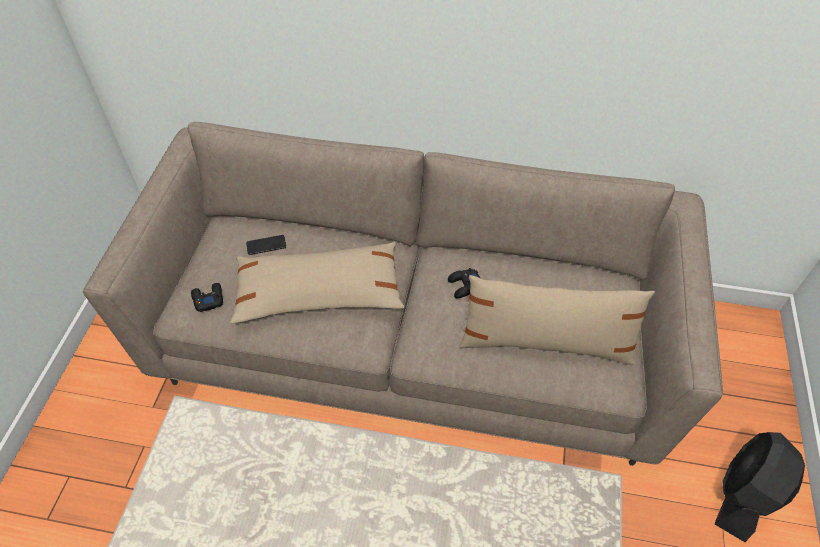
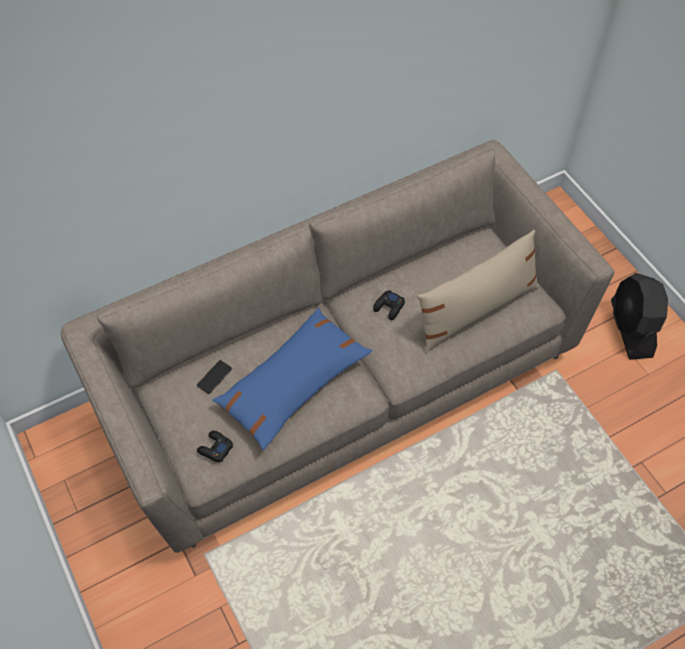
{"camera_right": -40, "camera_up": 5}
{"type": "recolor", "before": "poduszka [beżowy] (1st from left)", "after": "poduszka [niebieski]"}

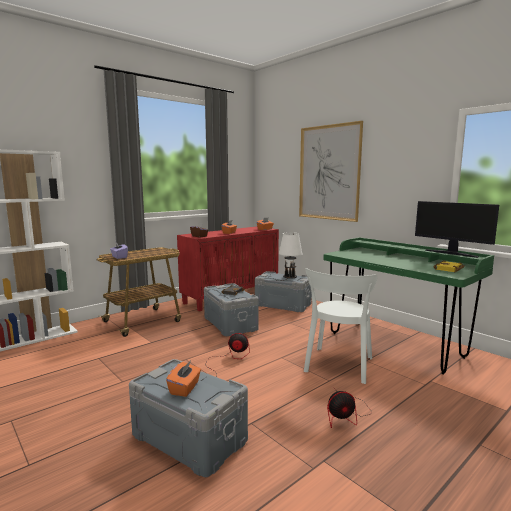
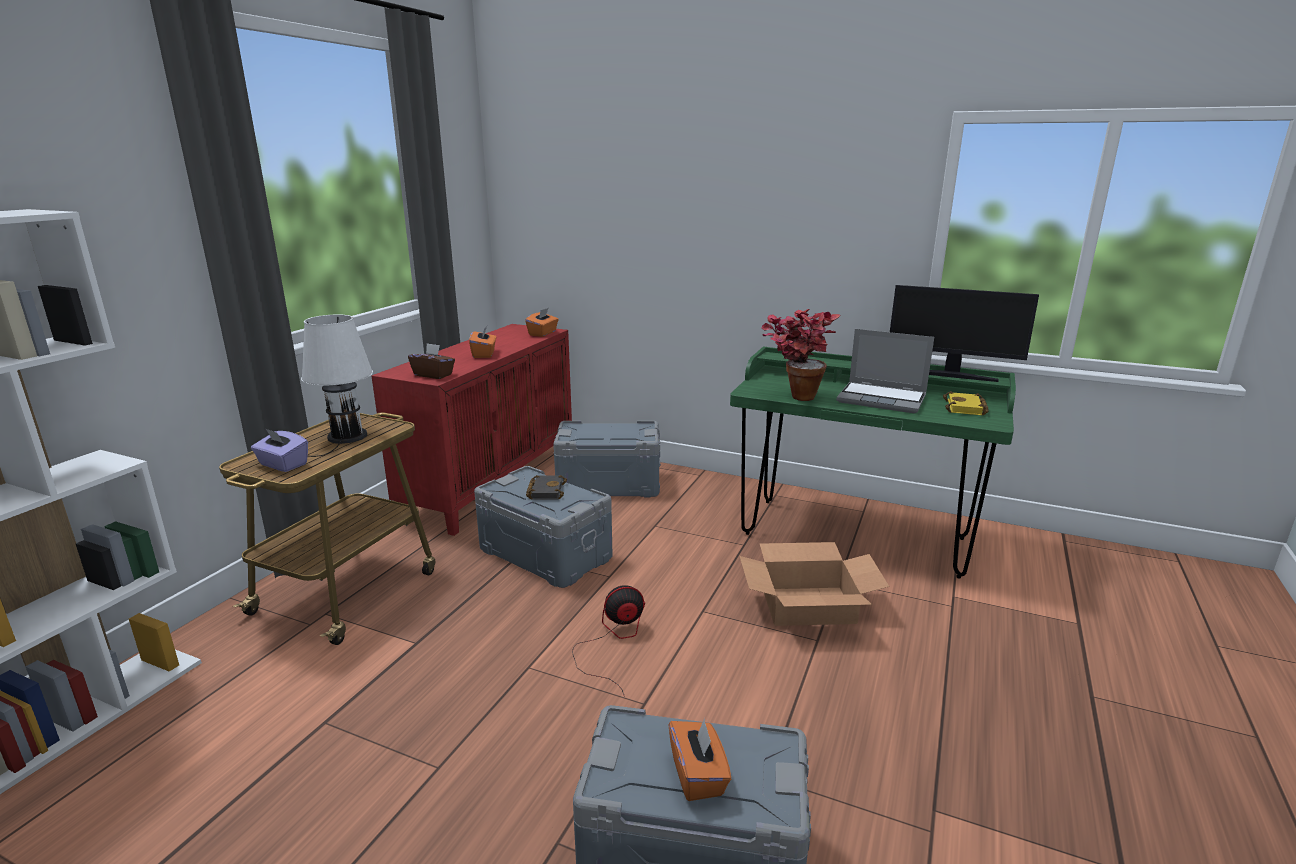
{"camera_right": -25, "camera_up": 10}
{"type": "delete", "before": "obraz"}
{"type": "delete", "before": "wentylator (2nd from left)"}
{"type": "insert", "after": "roślina doniczkowa"}
{"type": "insert", "after": "laptop"}
{"type": "move", "before": "lampa stołowa [biały]"}
{"type": "replace", "before": "krzesło [biały]", "after": "karton"}

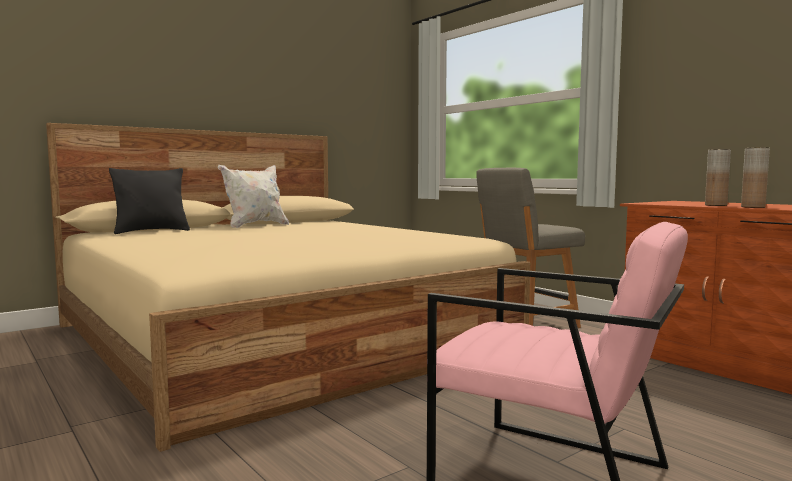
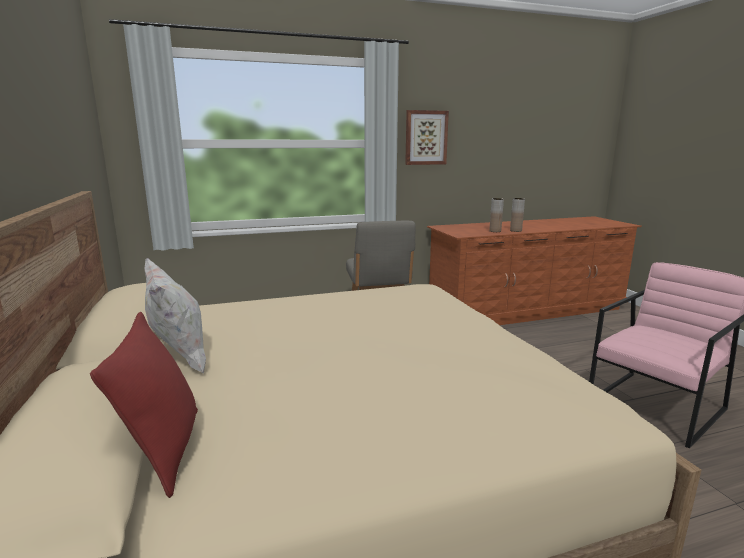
{"camera_right": -70, "camera_up": 10}
{"type": "insert", "after": "obraz"}
{"type": "recolor", "before": "poduszka [czarny]", "after": "poduszka [czerwony]"}

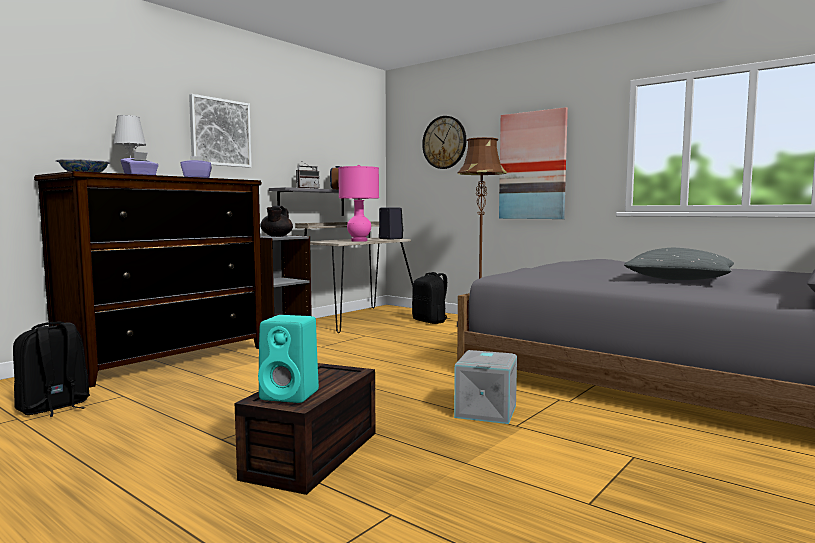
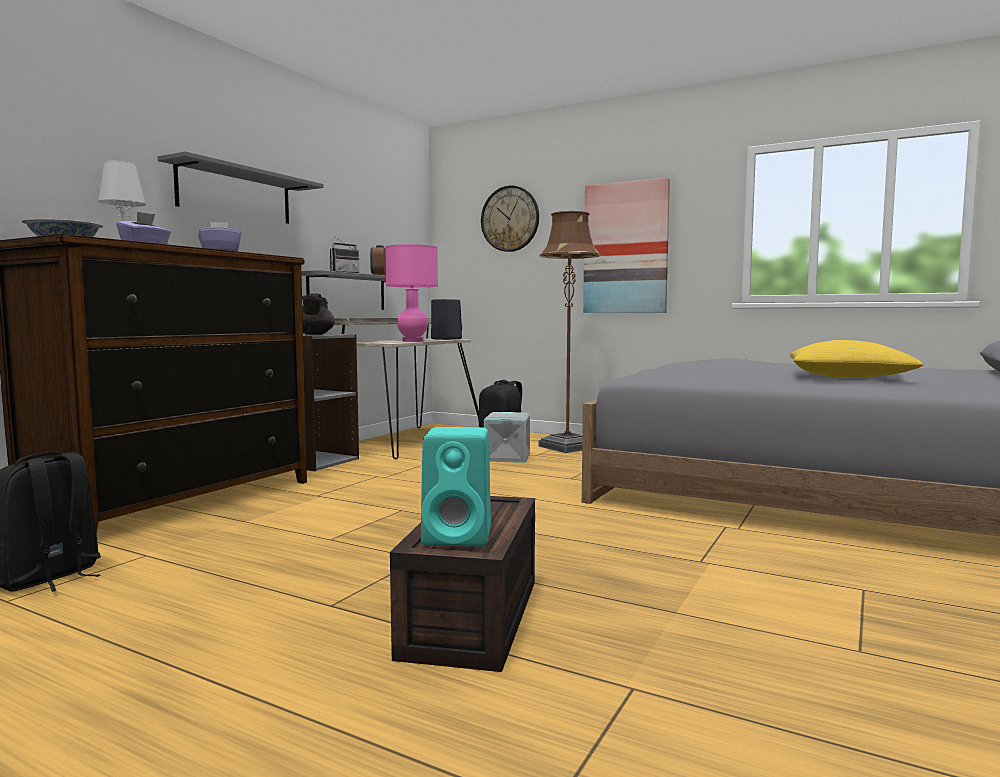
{"camera_right": -10, "camera_up": 0}
{"type": "move", "before": "pojemnik do przechowywania [szary]"}
{"type": "replace", "before": "obraz (1st from left)", "after": "półka [szary] (1st from left)"}
{"type": "recolor", "before": "poduszka [szary]", "after": "poduszka [żółty]"}

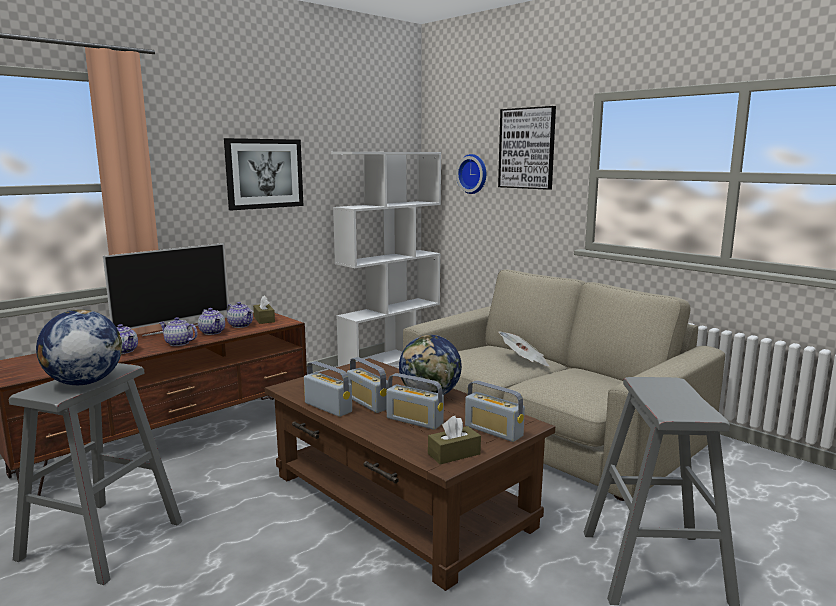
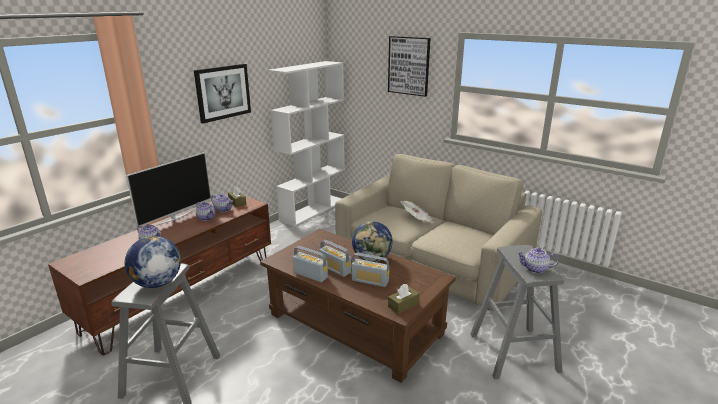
{"camera_right": -10, "camera_up": 10}
{"type": "delete", "before": "zegar ścienny"}
{"type": "delete", "before": "radio (4th from left)"}
{"type": "move", "before": "imbryk (2nd from left in the first image)", "after": "imbryk (4th from left)"}

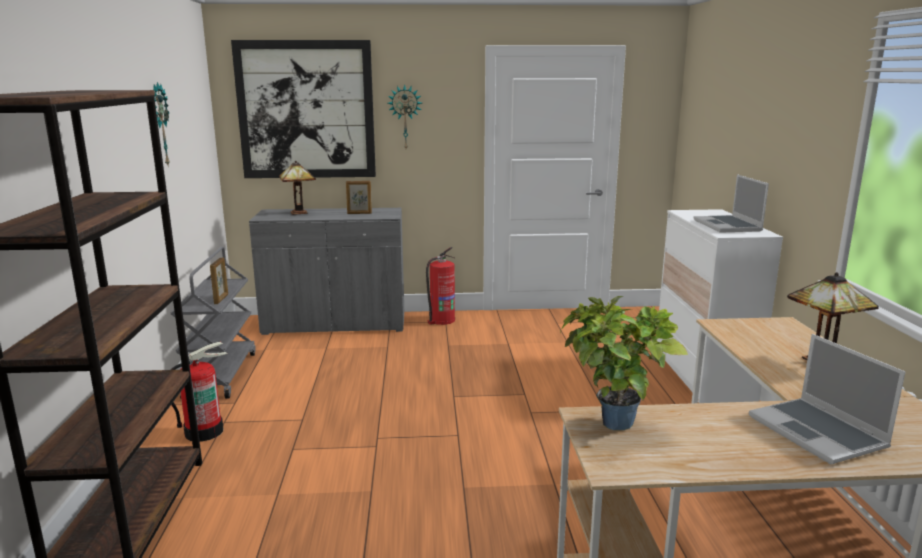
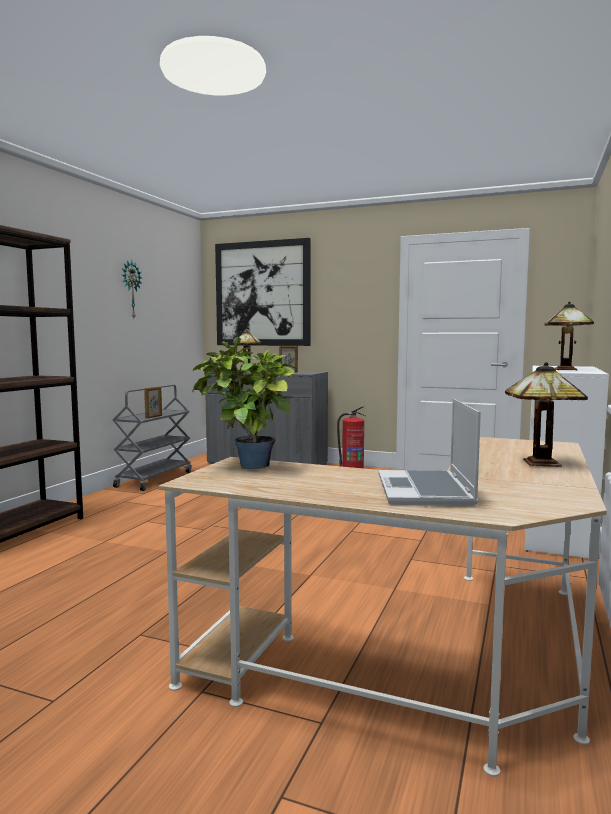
{"camera_right": 25, "camera_up": -10}
{"type": "delete", "before": "gaśnica (1st from left)"}
{"type": "delete", "before": "zegar ścienny (2nd from left)"}
{"type": "replace", "before": "laptop (1st from left)", "after": "lampa stołowa (3rd from left)"}

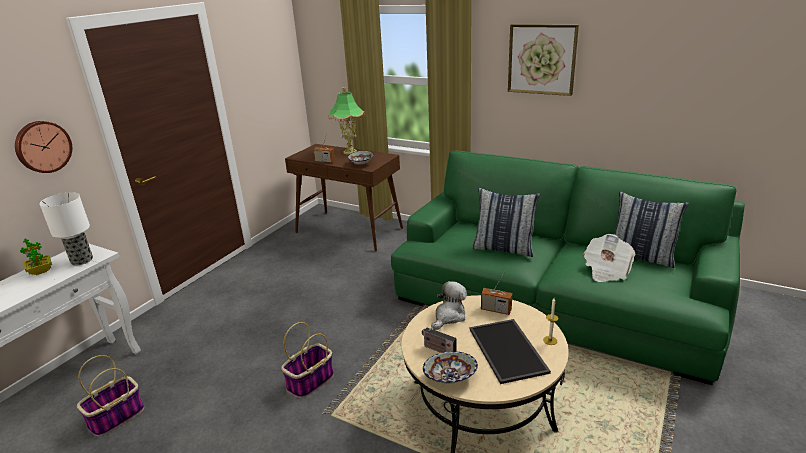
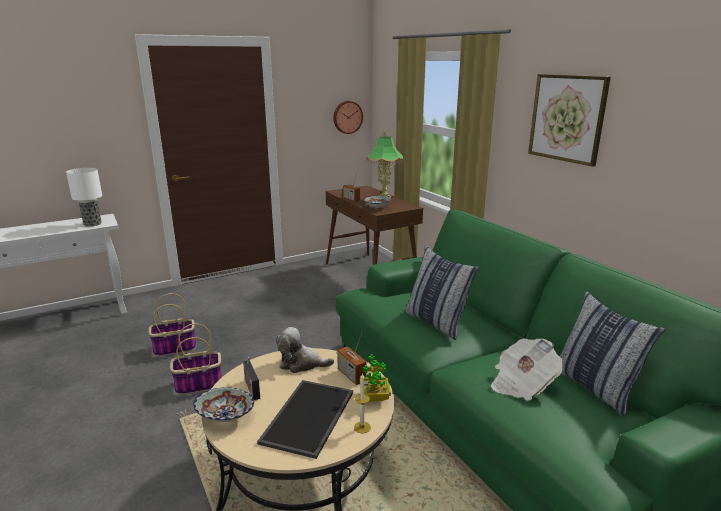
{"camera_right": 30, "camera_up": -5}
{"type": "move", "before": "zegar ścienny"}
{"type": "move", "before": "roślina doniczkowa"}
{"type": "move", "before": "koszyk (1st from left)"}
{"type": "rotate", "before": "pluszak", "turn": -150}

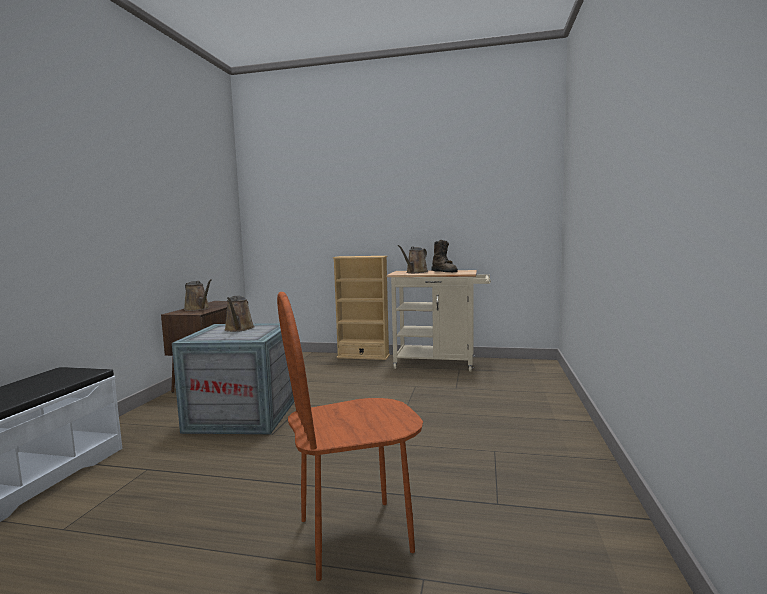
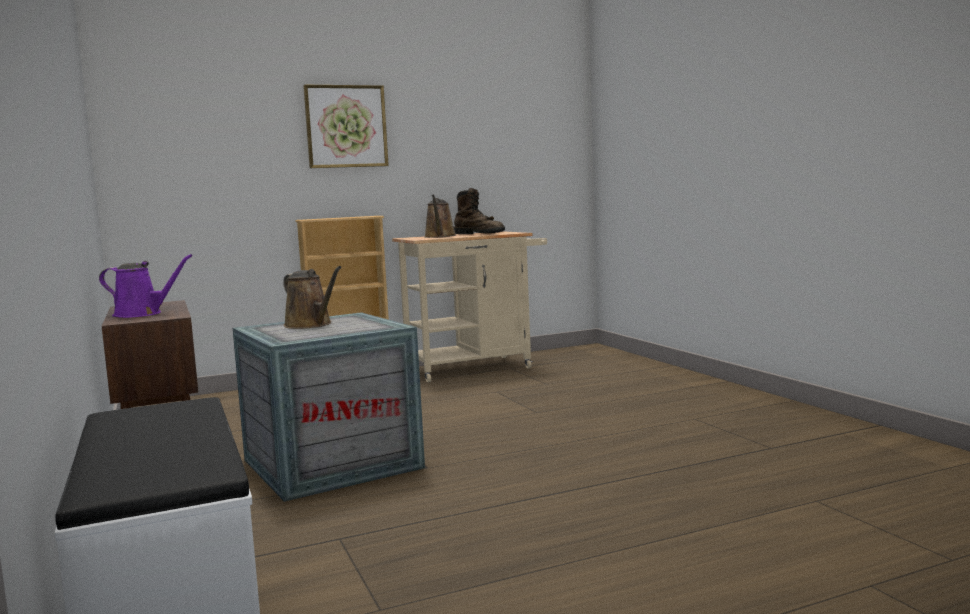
{"camera_right": -35, "camera_up": 0}
{"type": "delete", "before": "krzesło [brązowy]"}
{"type": "insert", "after": "obraz"}
{"type": "recolor", "before": "konewka [brązowy] (1st from left)", "after": "konewka [fioletowy]"}

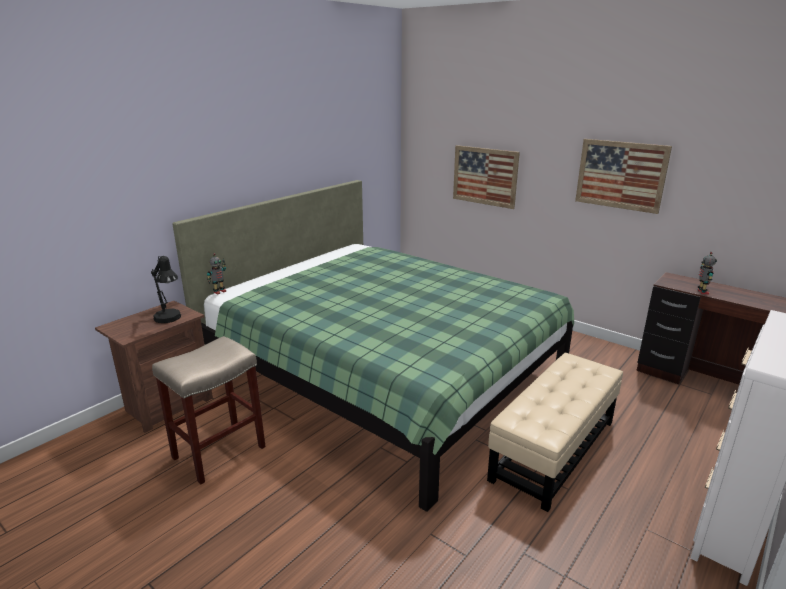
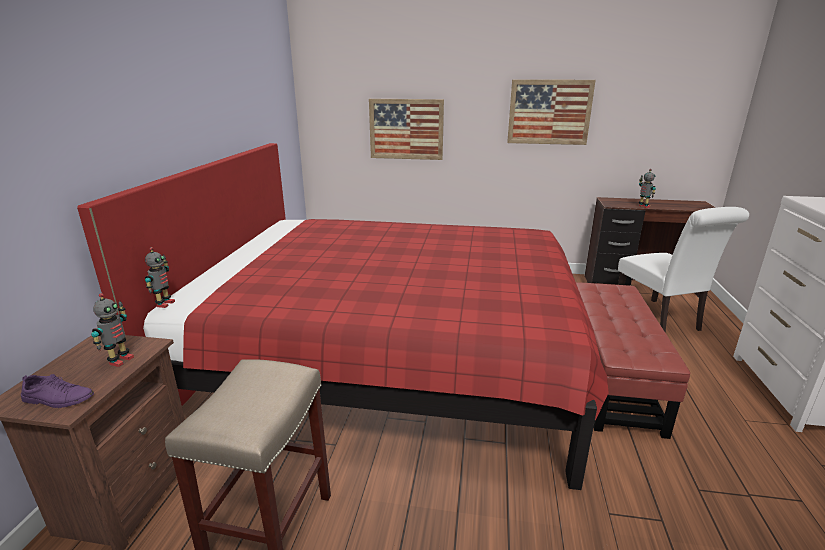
{"camera_right": -30, "camera_up": 0}
{"type": "insert", "after": "but [fioletowy]"}
{"type": "insert", "after": "krzesło [biały]"}
{"type": "replace", "before": "lampa stołowa [czarny]", "after": "robot zabawkowy (1st from left)"}
{"type": "recolor", "before": "łóżko [zielony]", "after": "łóżko [czerwony]"}
{"type": "recolor", "before": "pufa [beżowy]", "after": "pufa [czerwony]"}

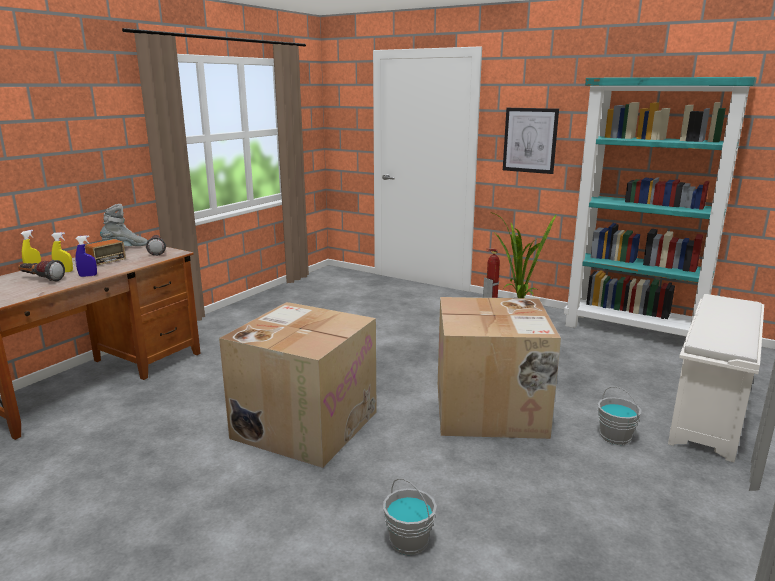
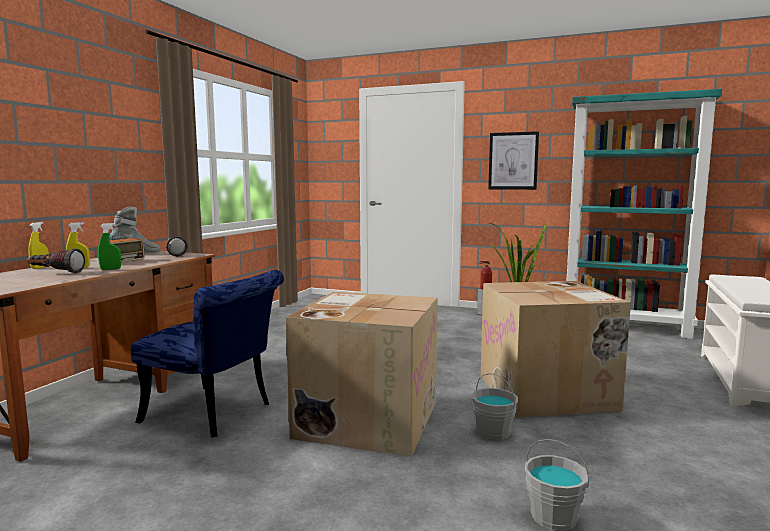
{"camera_right": -10, "camera_up": -10}
{"type": "insert", "after": "krzesło [niebieski]"}
{"type": "move", "before": "wiadro [szary] (2nd from left in the first image)", "after": "wiadro [szary] (1st from left)"}
{"type": "recolor", "before": "spryskiwacz [niebieski]", "after": "spryskiwacz [zielony]"}

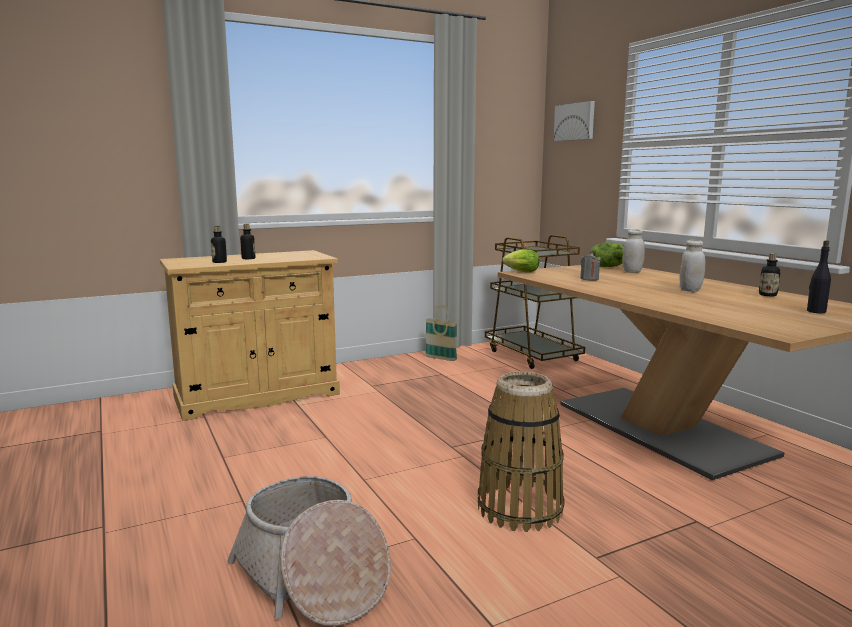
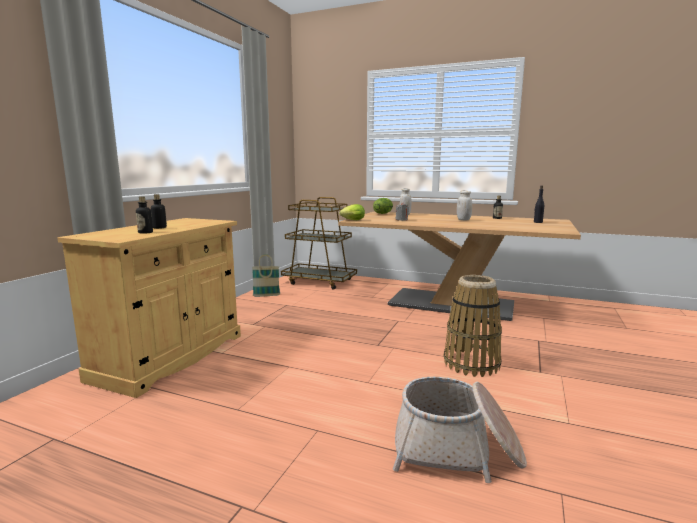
{"camera_right": -40, "camera_up": 0}
{"type": "delete", "before": "obraz"}

